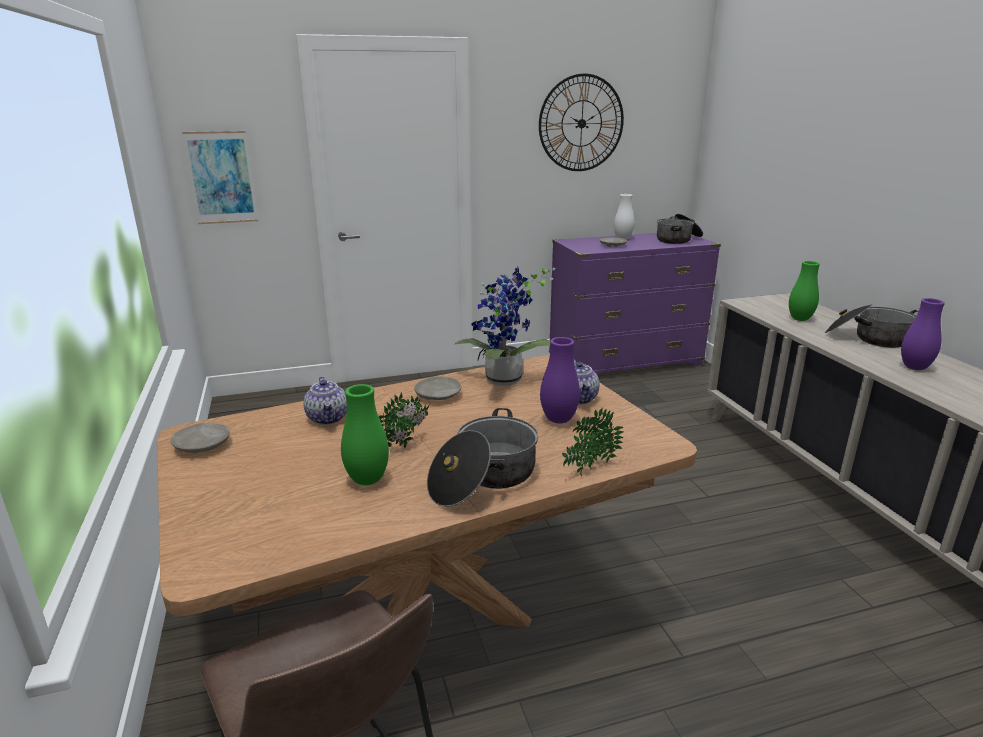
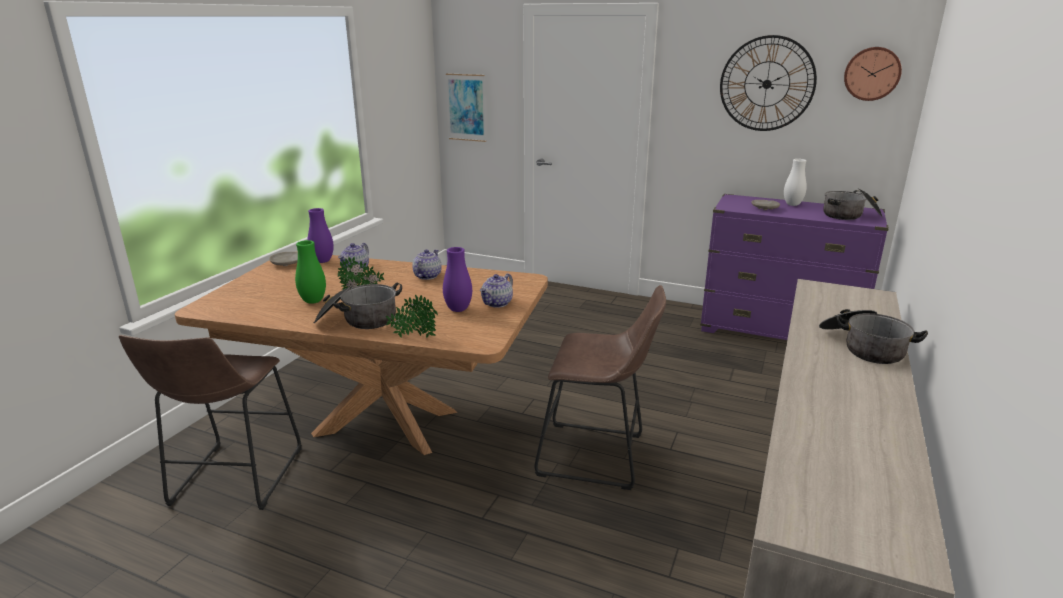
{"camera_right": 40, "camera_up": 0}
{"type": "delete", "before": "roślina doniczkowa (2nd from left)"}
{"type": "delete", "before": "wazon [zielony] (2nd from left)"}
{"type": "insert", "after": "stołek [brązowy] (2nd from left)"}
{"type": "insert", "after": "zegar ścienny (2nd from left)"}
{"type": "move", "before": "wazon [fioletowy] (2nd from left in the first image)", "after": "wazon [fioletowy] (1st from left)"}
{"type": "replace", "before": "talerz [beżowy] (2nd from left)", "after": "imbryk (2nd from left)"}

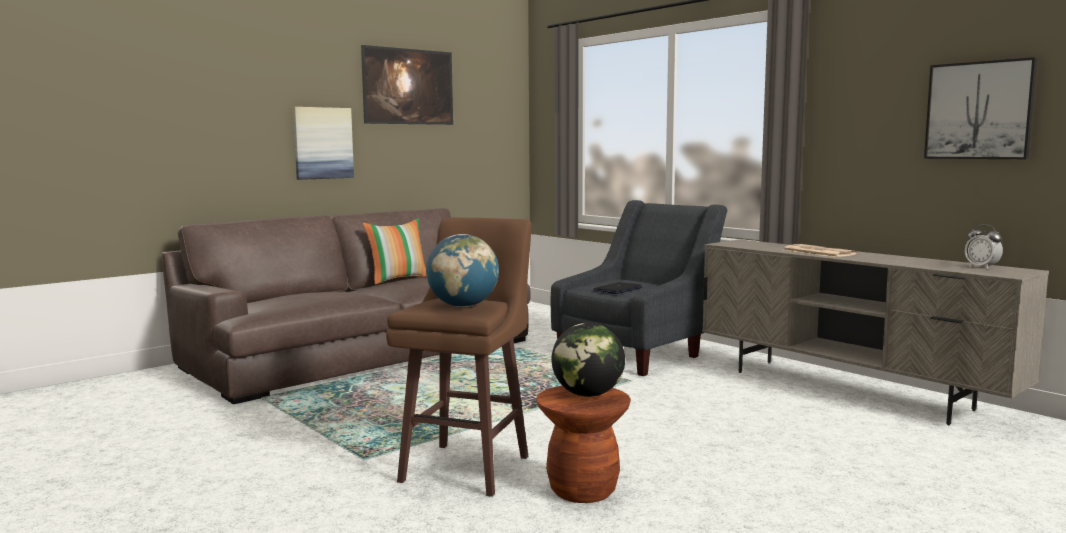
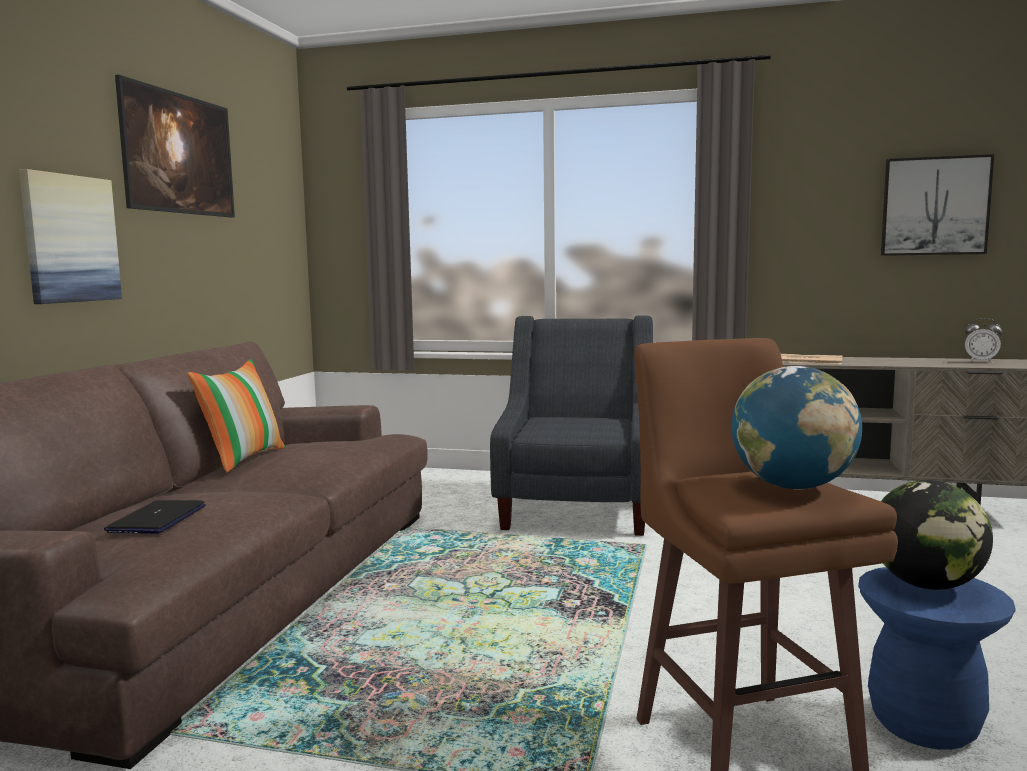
{"camera_right": -35, "camera_up": 0}
{"type": "move", "before": "laptop"}
{"type": "recolor", "before": "stołek [brązowy] (2nd from left)", "after": "stołek [niebieski]"}

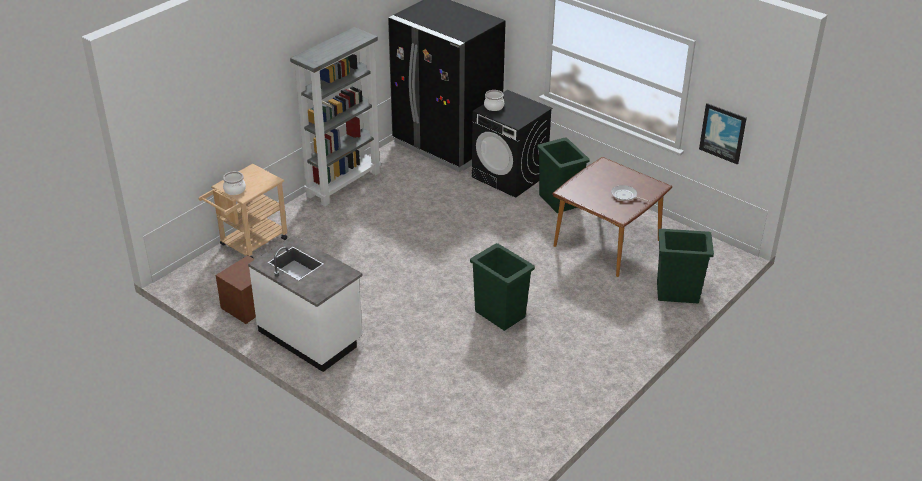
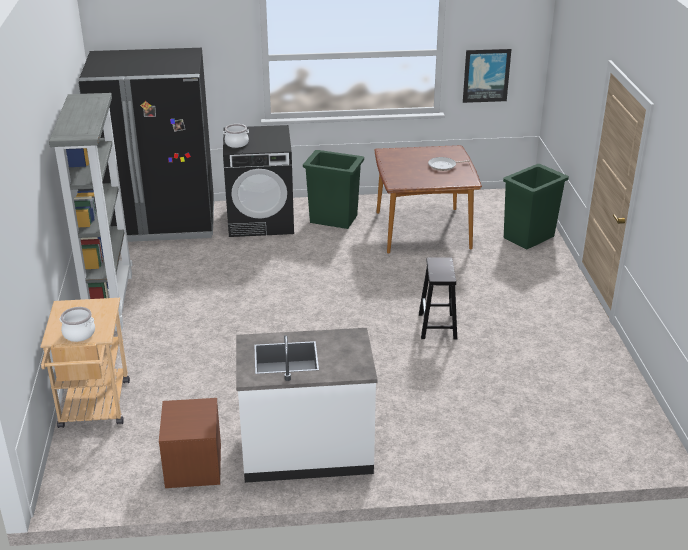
{"camera_right": -45, "camera_up": -5}
{"type": "replace", "before": "kosz na śmieci [zielony] (1st from left)", "after": "stołek [czarny]"}

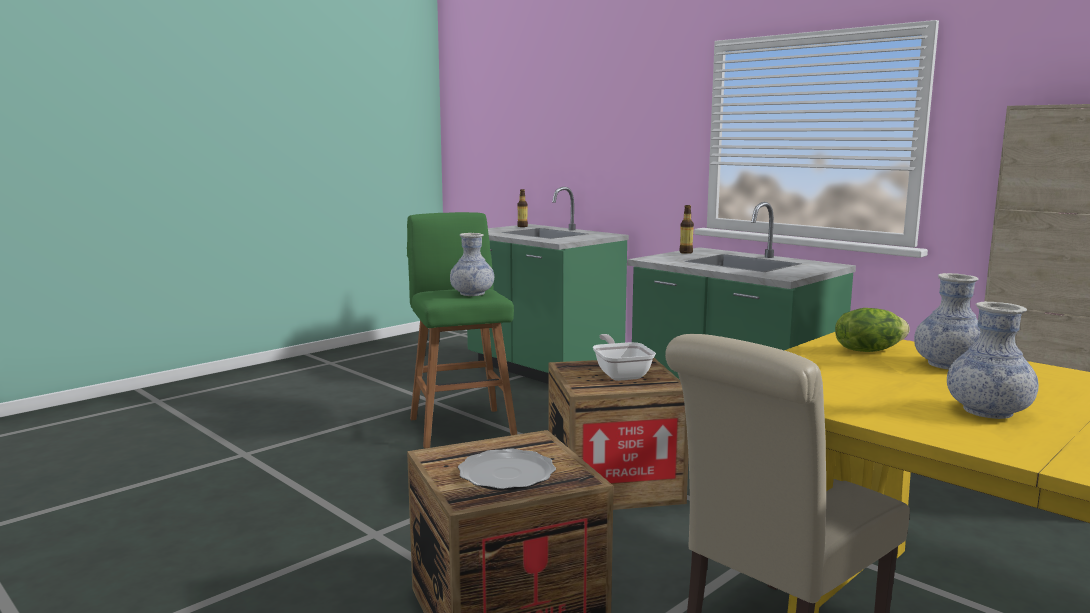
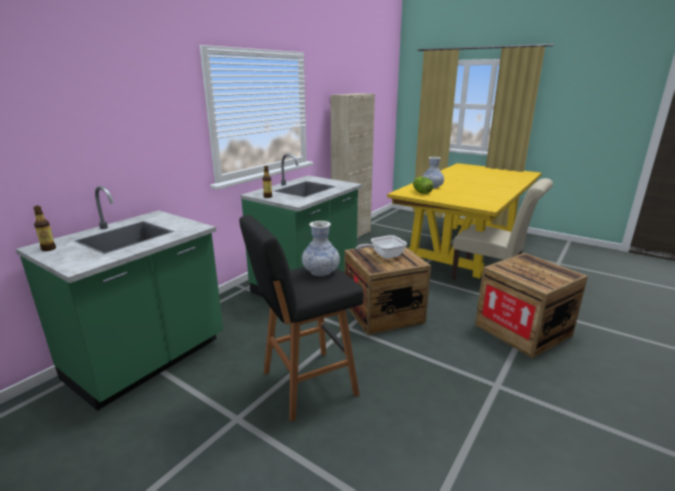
{"camera_right": -100, "camera_up": 10}
{"type": "delete", "before": "talerz"}
{"type": "delete", "before": "wazon (3rd from left)"}
{"type": "recolor", "before": "stołek [zielony]", "after": "stołek [czarny]"}

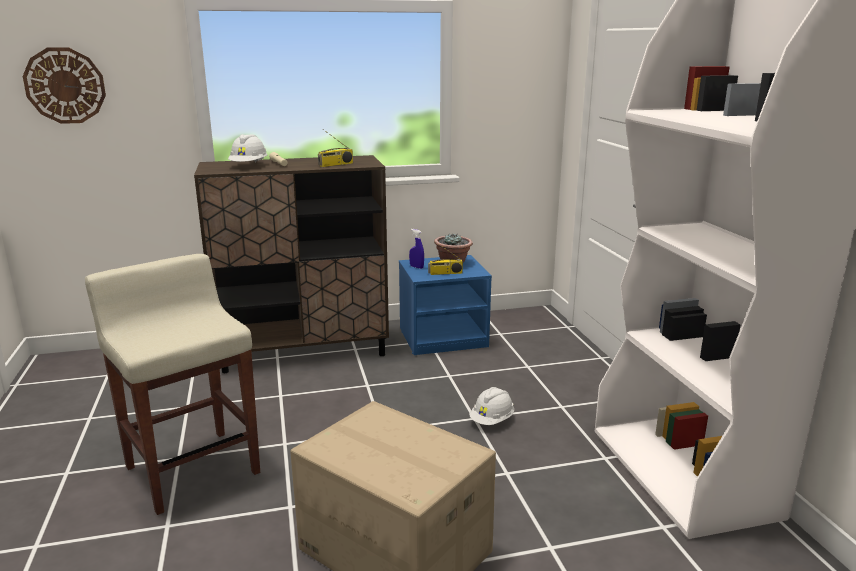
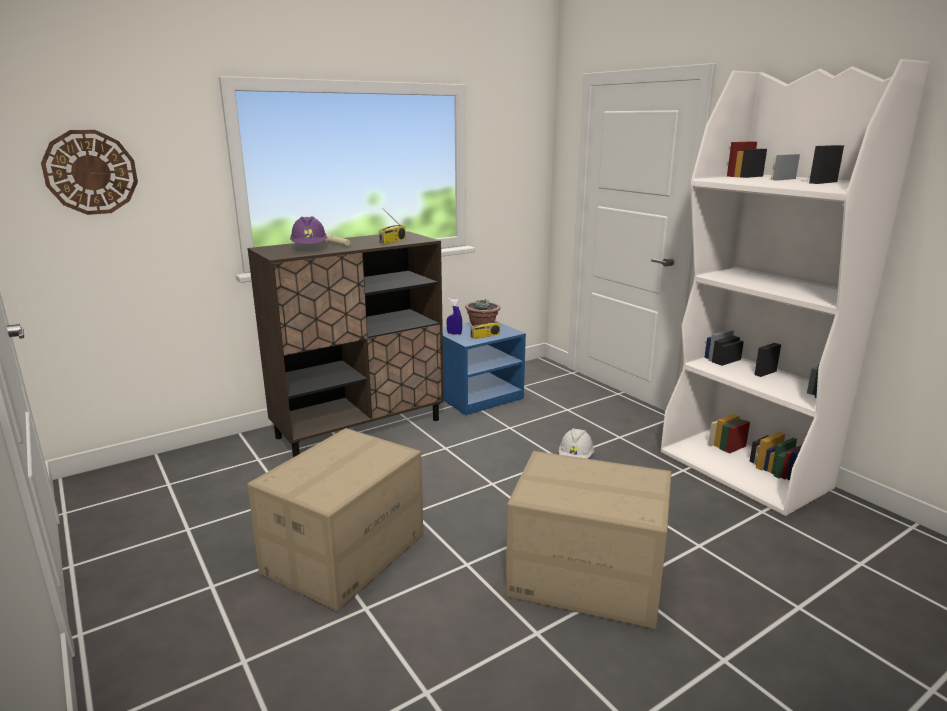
{"camera_right": -20, "camera_up": 0}
{"type": "replace", "before": "stołek [beżowy]", "after": "karton (1st from left)"}
{"type": "recolor", "before": "kask [biały] (1st from left)", "after": "kask [fioletowy]"}

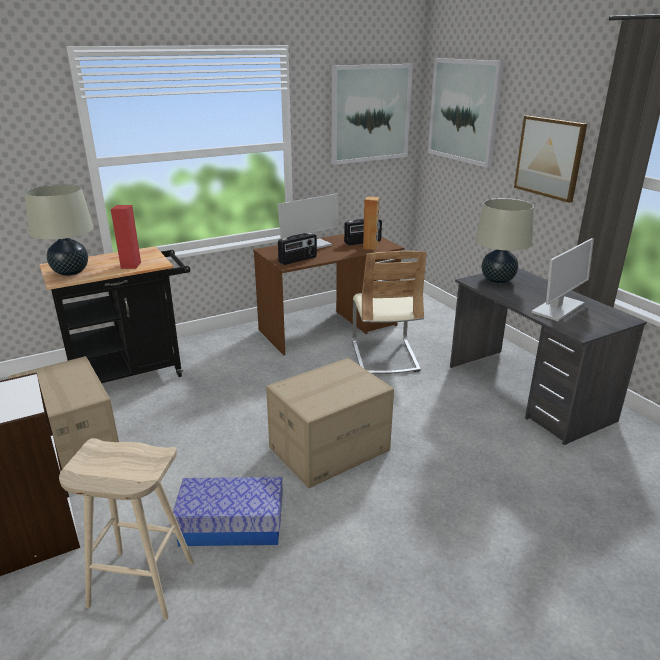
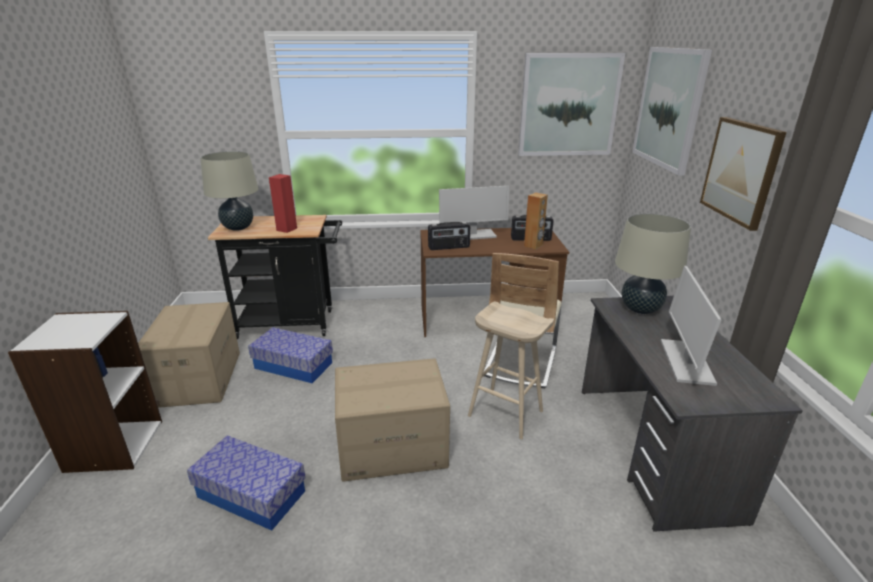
{"camera_right": 25, "camera_up": 0}
{"type": "insert", "after": "pojemnik do przechowywania (2nd from left)"}
{"type": "move", "before": "stołek [beżowy]"}
{"type": "rotate", "before": "monitor (2nd from left)", "turn": 120}

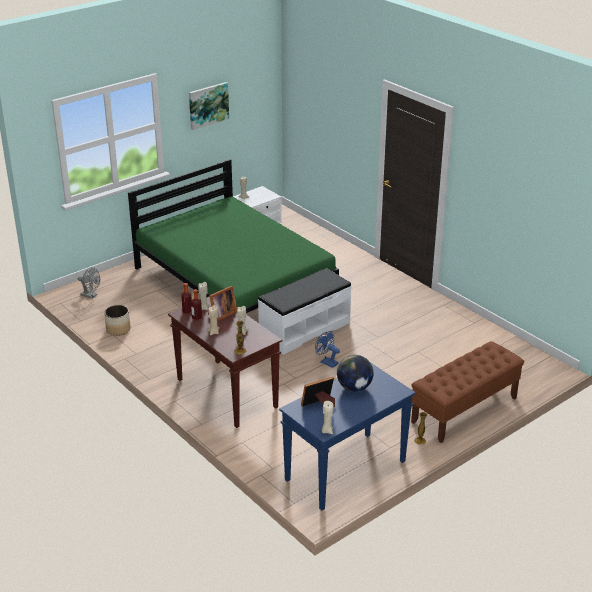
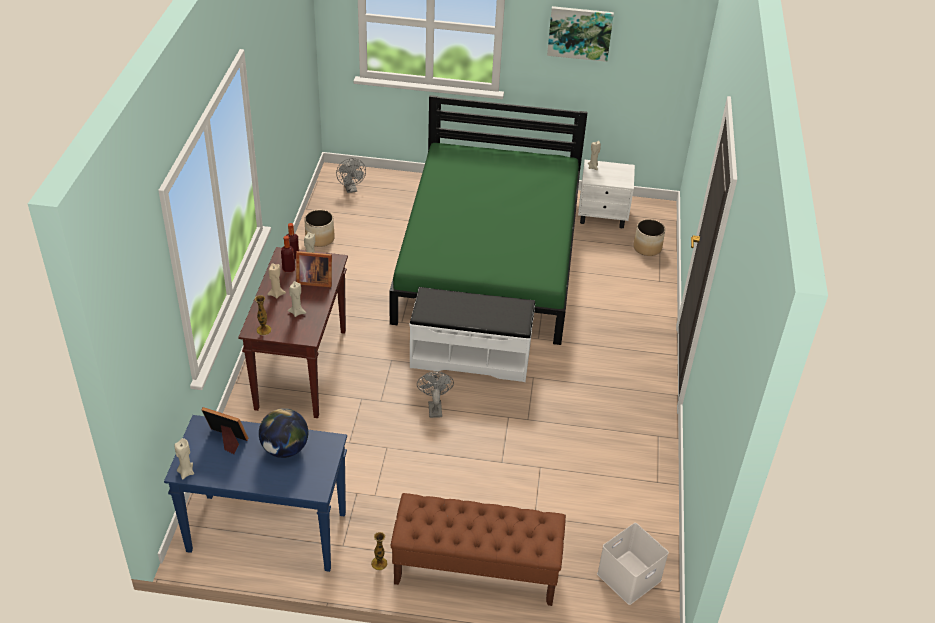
{"camera_right": 45, "camera_up": 10}
{"type": "insert", "after": "pojemnik do przechowywania [biały]"}
{"type": "insert", "after": "donica (2nd from left)"}
{"type": "recolor", "before": "wentylator [niebieski]", "after": "wentylator [szary] (2nd from left)"}

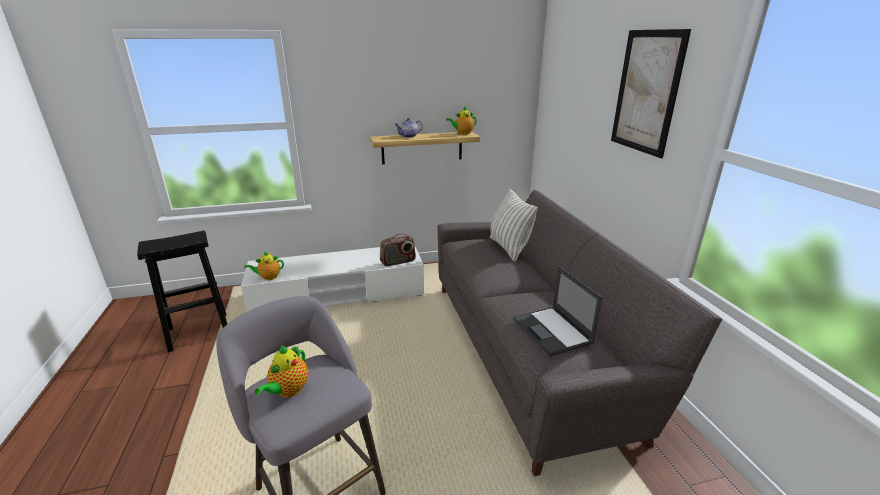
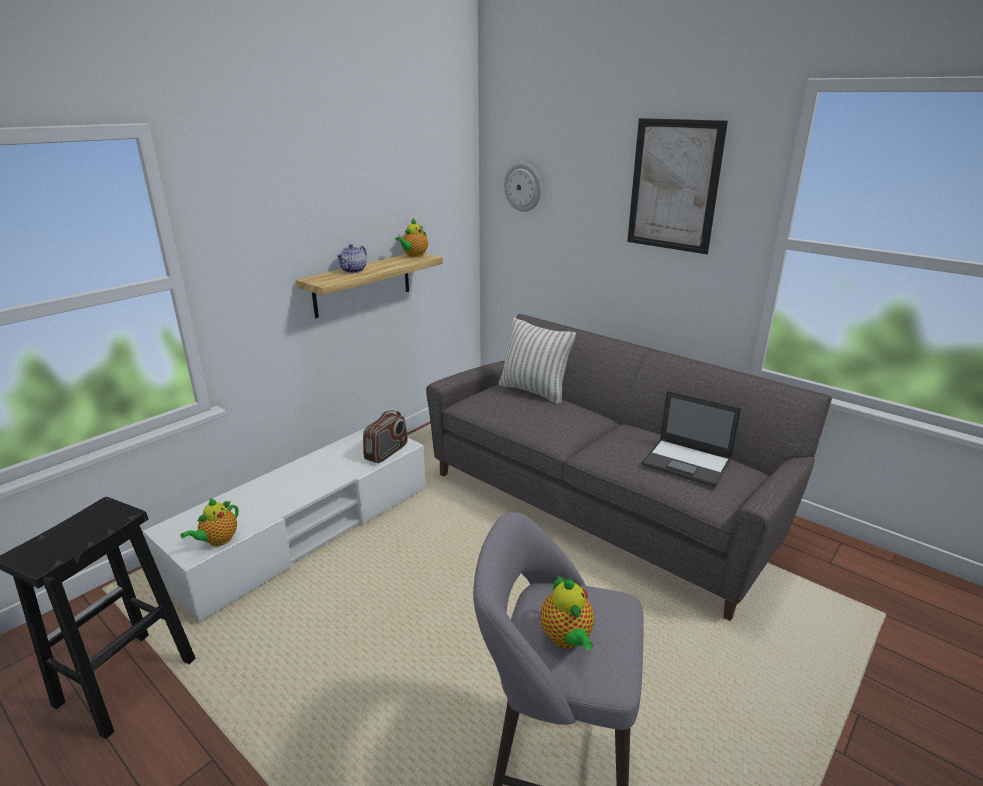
{"camera_right": -35, "camera_up": 0}
{"type": "insert", "after": "zegar ścienny"}

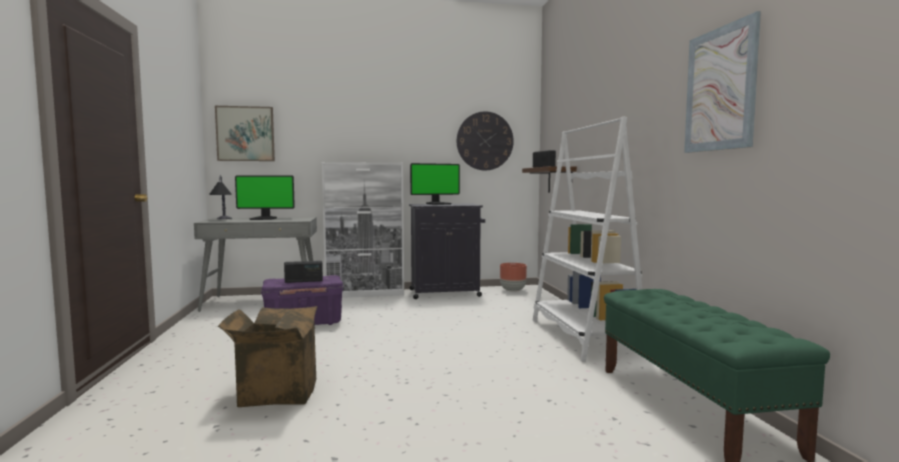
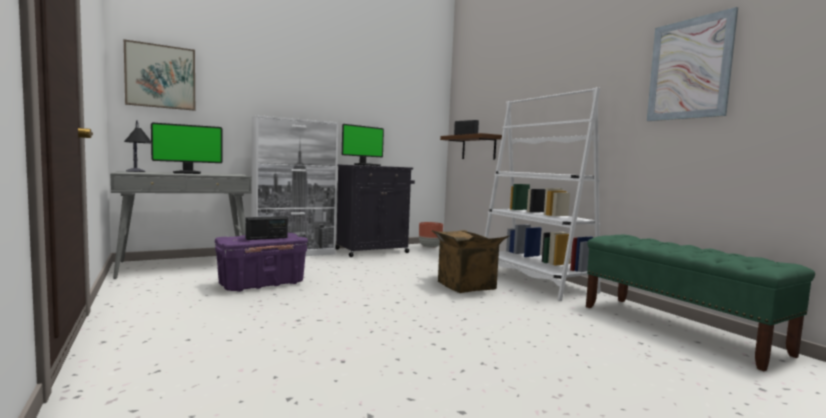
{"camera_right": -20, "camera_up": 0}
{"type": "delete", "before": "zegar ścienny"}
{"type": "move", "before": "karton"}

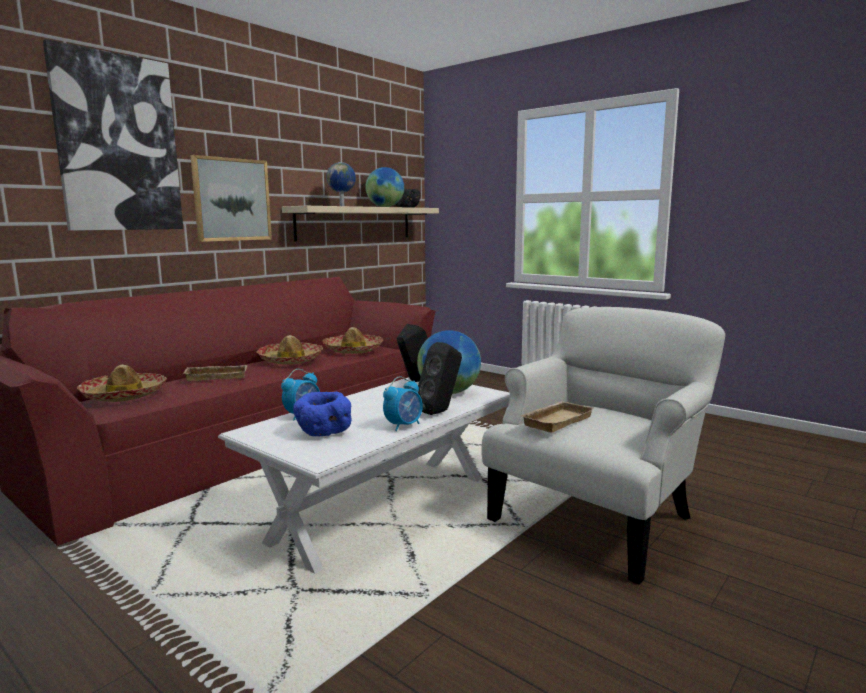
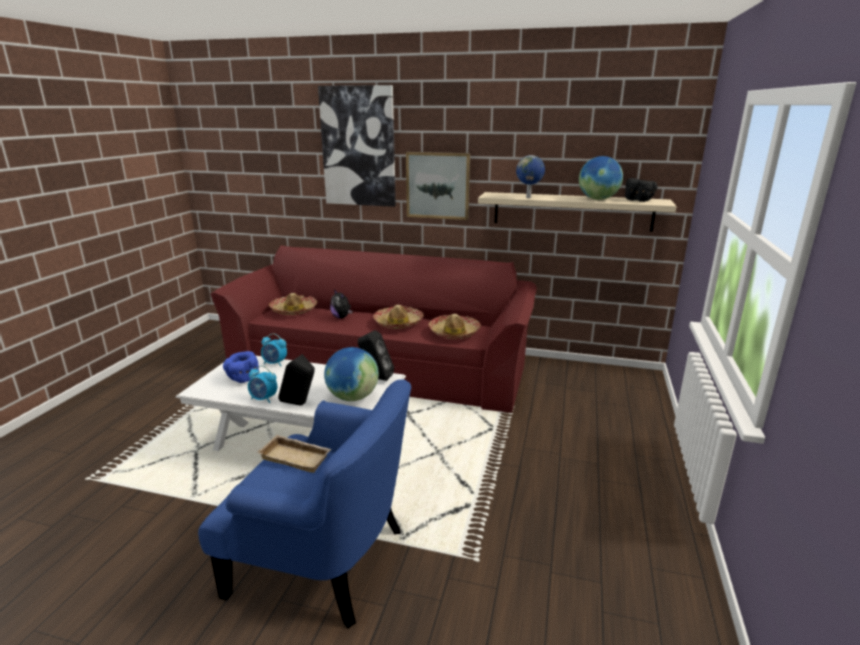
{"camera_right": 65, "camera_up": 10}
{"type": "replace", "before": "taca [beżowy] (1st from left)", "after": "pluszak"}
{"type": "recolor", "before": "fotel [biały]", "after": "fotel [niebieski]"}

